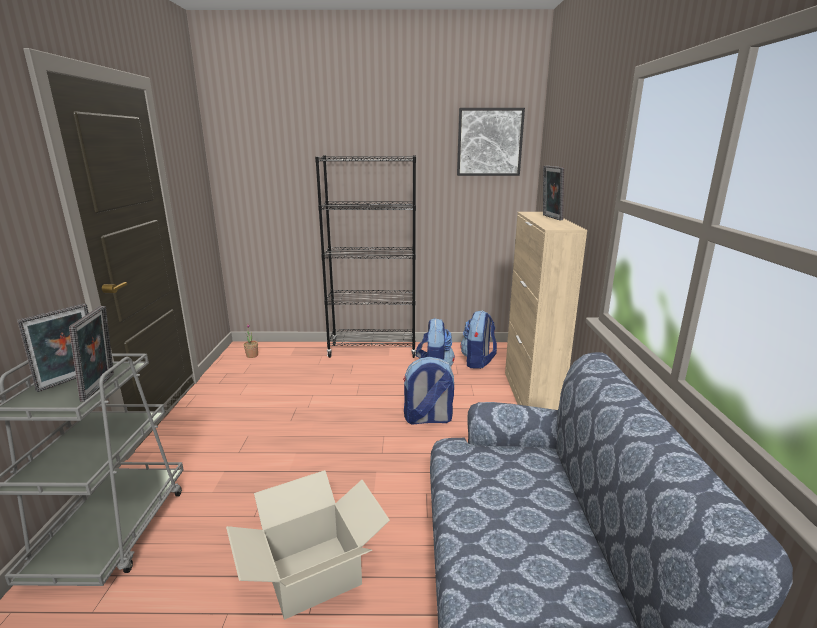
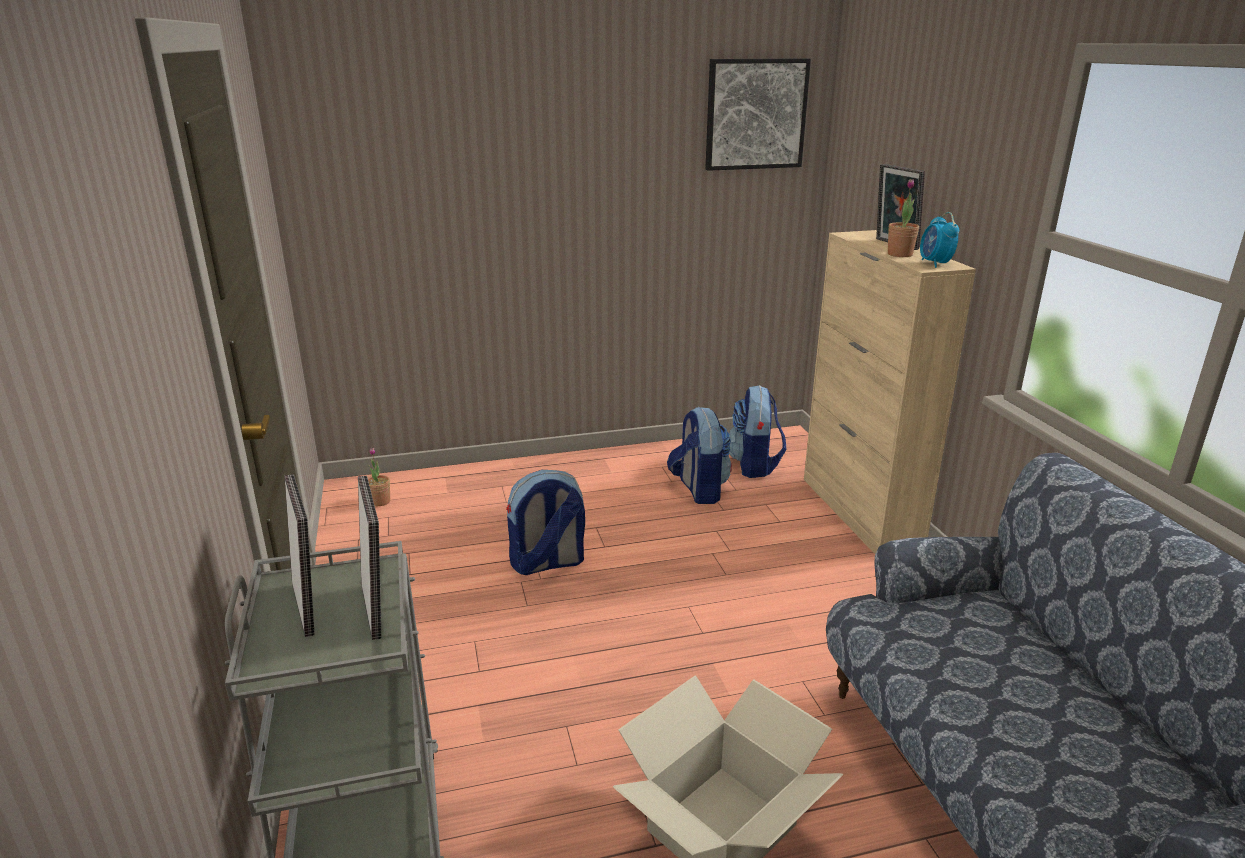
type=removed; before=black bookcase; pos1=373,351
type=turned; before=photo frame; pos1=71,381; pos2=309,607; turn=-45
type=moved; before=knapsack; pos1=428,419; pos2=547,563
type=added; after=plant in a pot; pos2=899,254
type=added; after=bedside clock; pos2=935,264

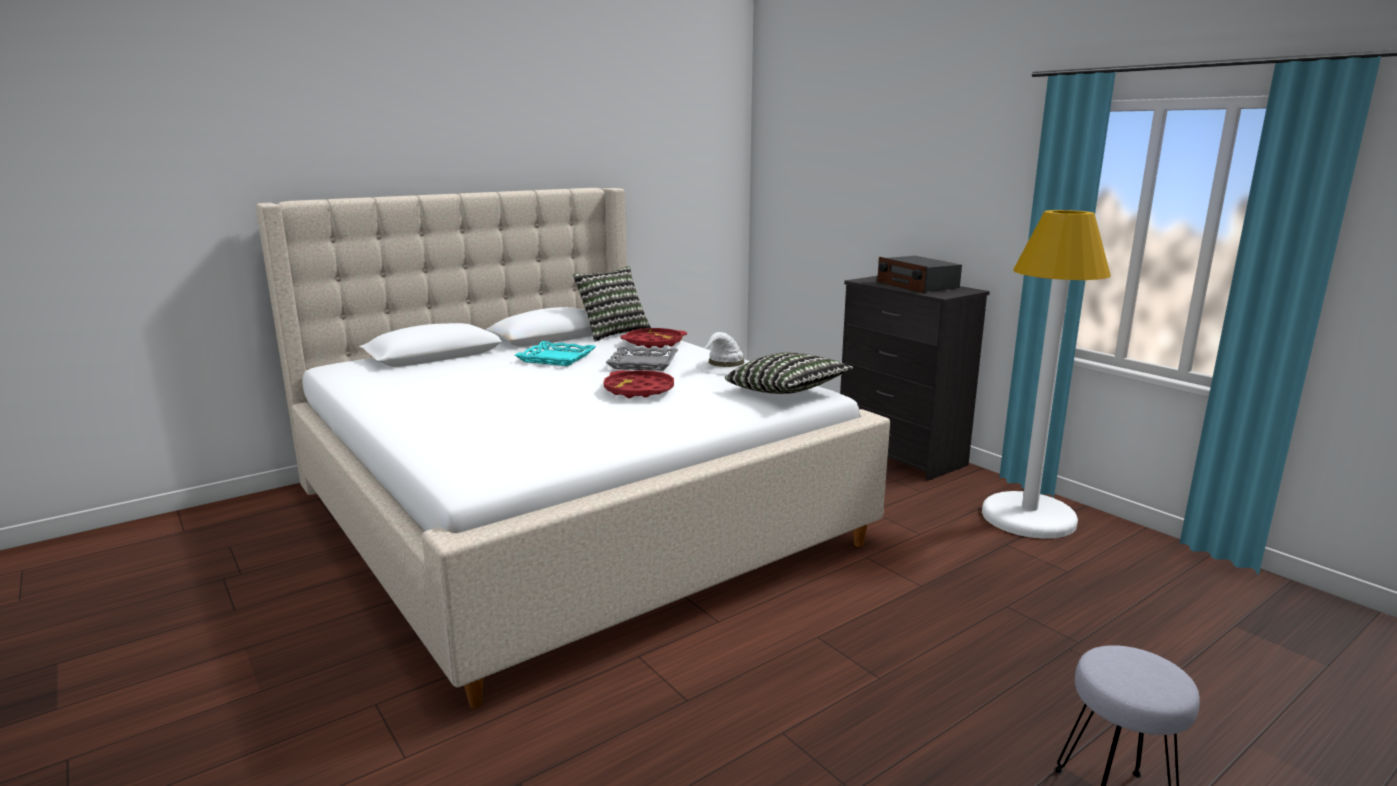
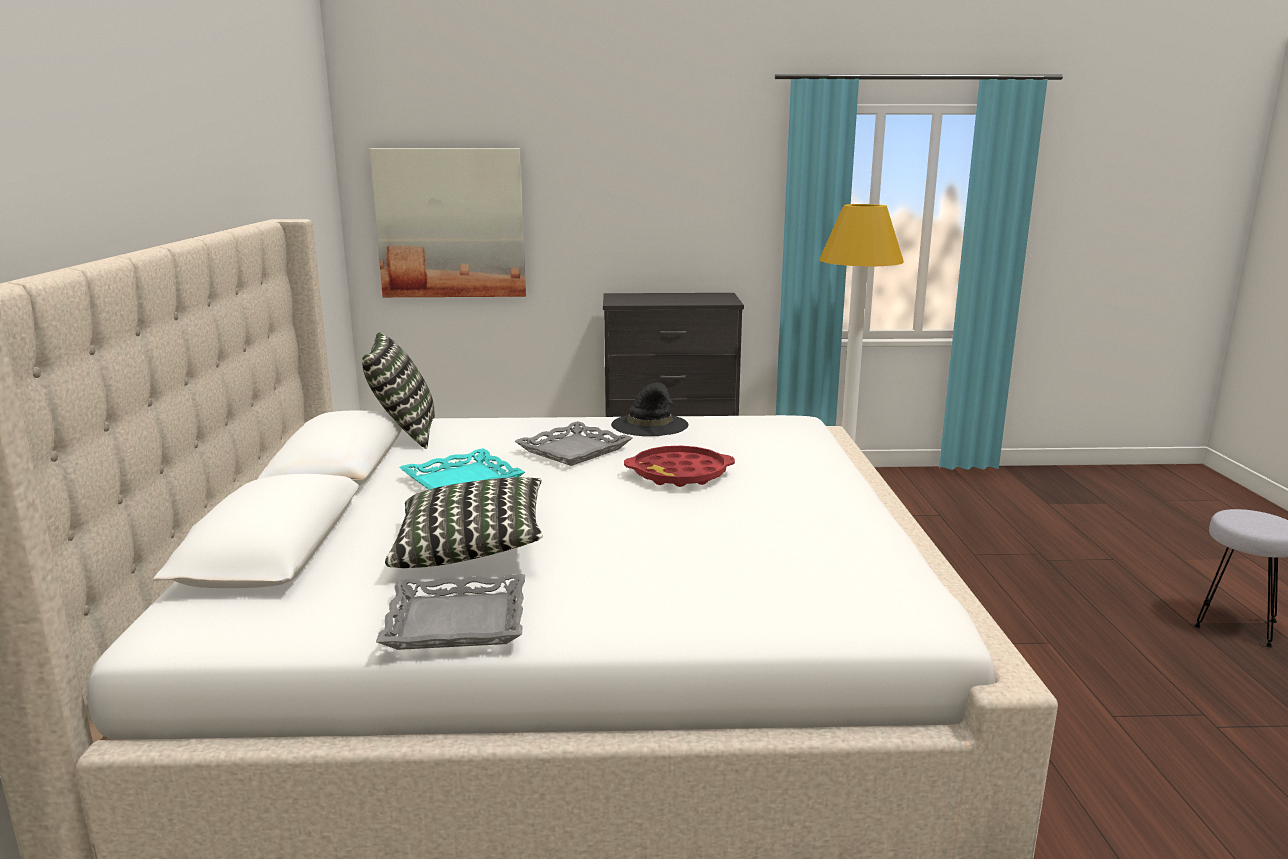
type=removed; before=radio set; pos1=917,285
type=removed; before=red carrying tray; pos1=654,343
type=recoloured; before=whitish clothing hat; after=black clothing hat; pos1=726,366; pos2=650,425
type=moved; before=pillow; pos1=787,392; pos2=471,549
type=added; after=wall art; pos2=450,223
type=added; after=greyish carrying tray; pos2=456,622

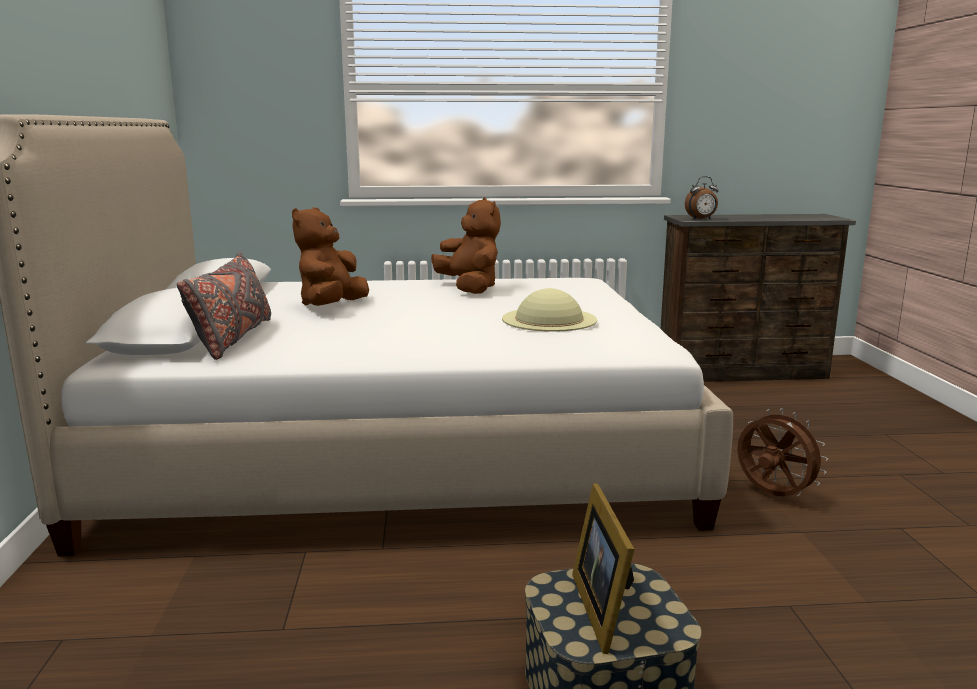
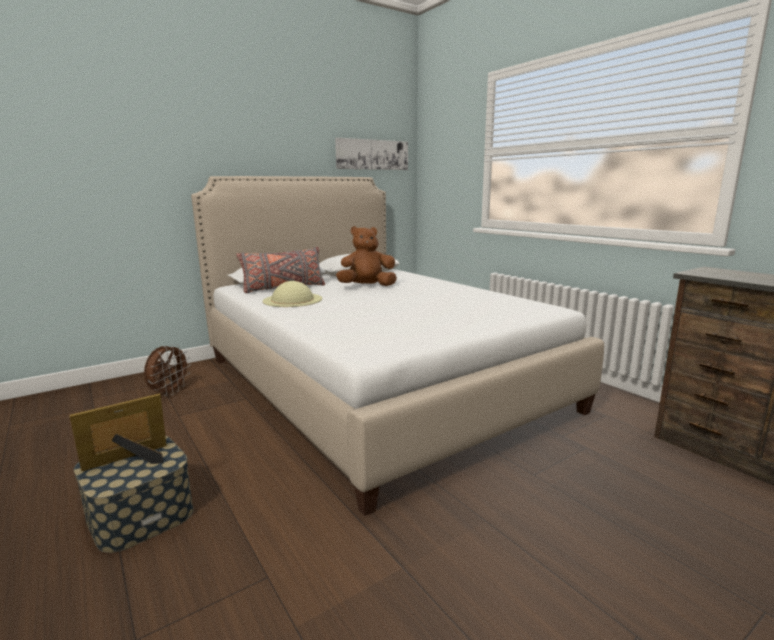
type=removed; before=bedside clock; pos1=701,219
type=removed; before=brownish soft toy; pos1=469,288
type=moved; before=sand-coloured clothing hat; pos1=549,319; pos2=293,300
type=moved; before=brownish fan; pos1=772,496; pos2=169,392
type=added; after=wall art; pos2=372,154

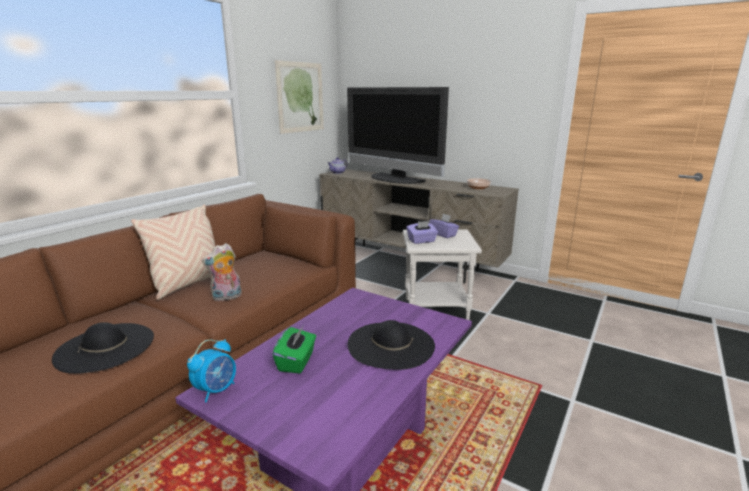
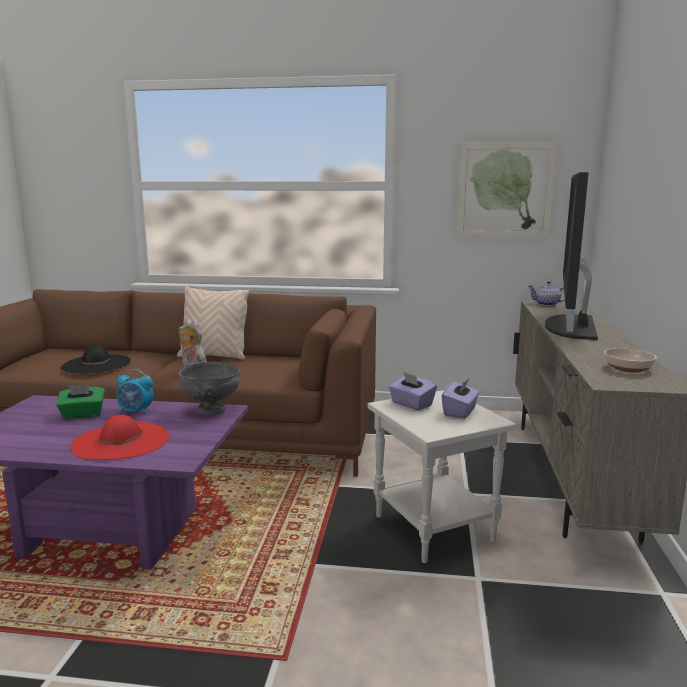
type=recoloured; before=black clothing hat; after=red clothing hat; pos1=390,344; pos2=121,441
type=moved; before=bedside clock; pos1=216,390; pos2=136,412
type=added; after=greyish deep dish; pos2=211,410

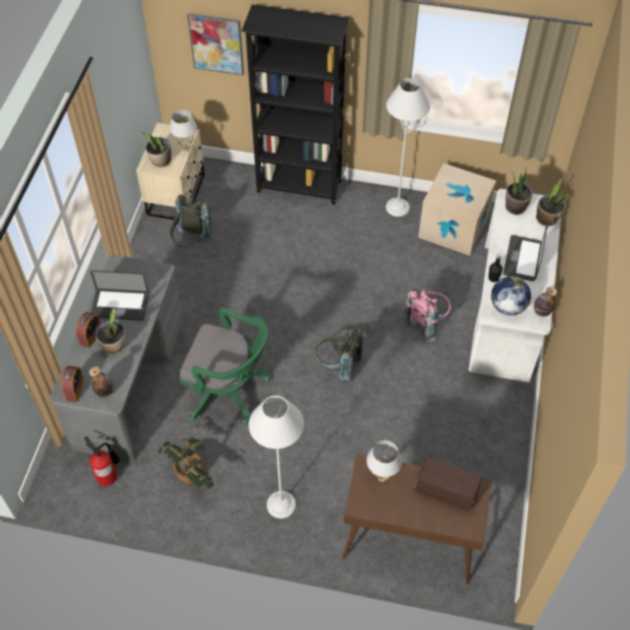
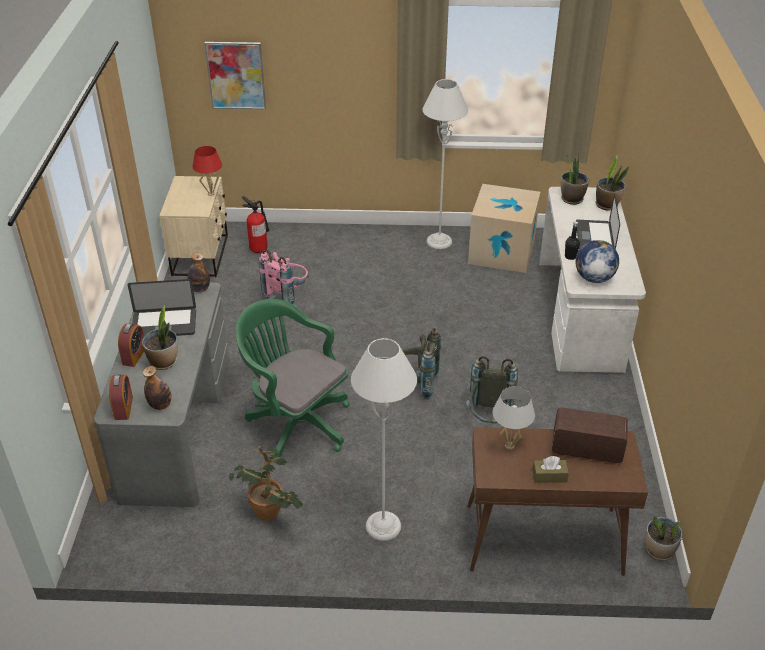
type=removed; before=black bookcase; pos1=299,187
type=recoloured; before=whitish lamp for a table; after=red lamp for a table; pos1=186,149; pos2=211,194
type=moved; before=plant in a pot; pos1=161,161; pos2=659,550
type=moved; before=greyish knapsack; pos1=191,242; pos2=489,420
type=moved; before=drink bottle; pos1=541,312; pos2=200,289
type=moved; before=pink knapsack; pos1=427,322; pos2=288,296
type=turned; before=green-coloured computer chair; pos1=228,390; pos2=295,422; turn=-150
type=moved; before=extinguisher; pos1=109,475; pos2=259,248
type=added; after=brownish tissue holder; pos2=549,476

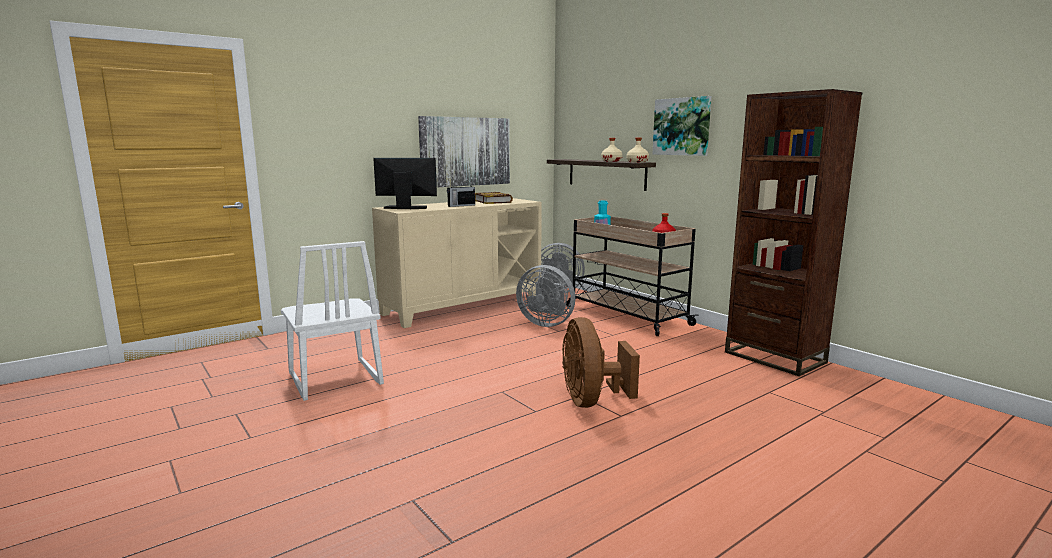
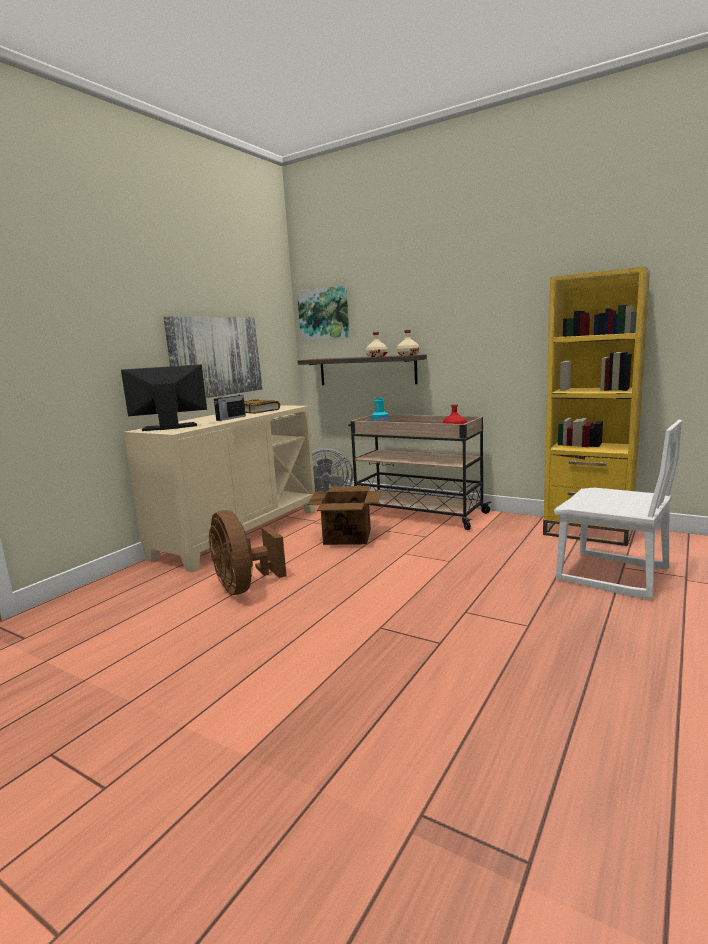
type=recoloured; before=brownish bookcase; after=yellow bookcase; pos1=774,357; pos2=588,531
type=moved; before=wall art; pos1=682,126; pos2=324,314
type=moved; before=whitish upright chair; pos1=334,380; pos2=612,575
type=replaced; before=greyish fan; after=packing box; pos1=546,323; pos2=348,536
type=moved; before=brownish fan; pos1=591,401; pos2=244,587

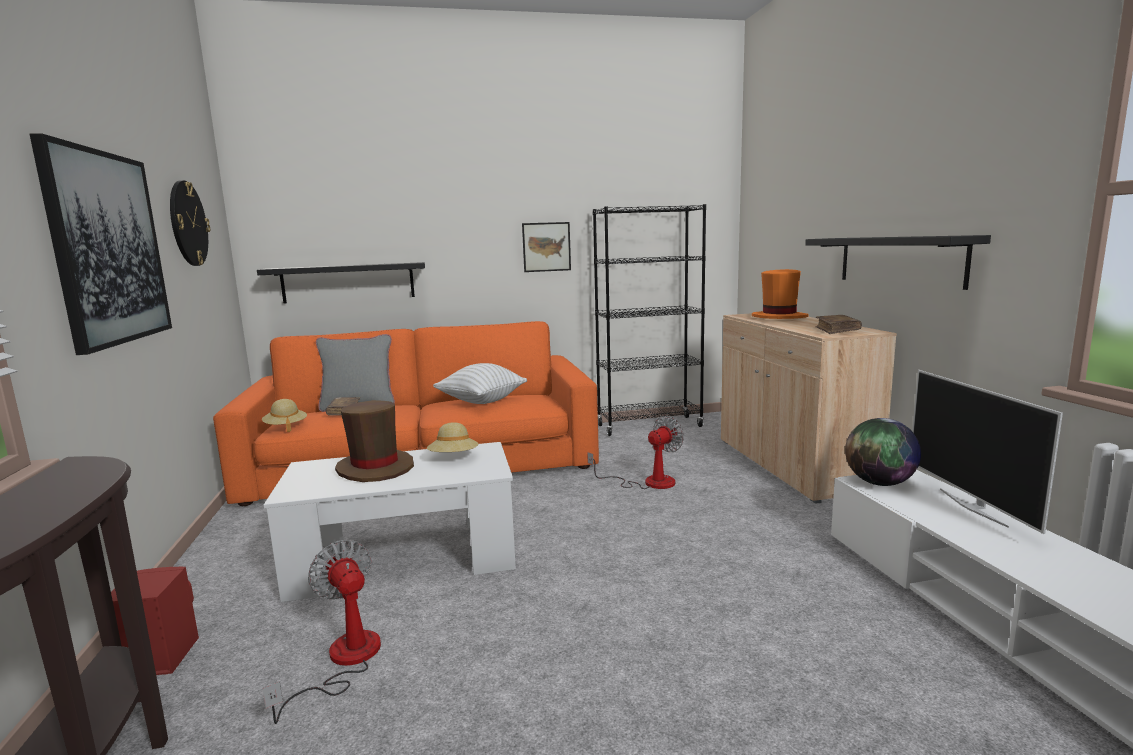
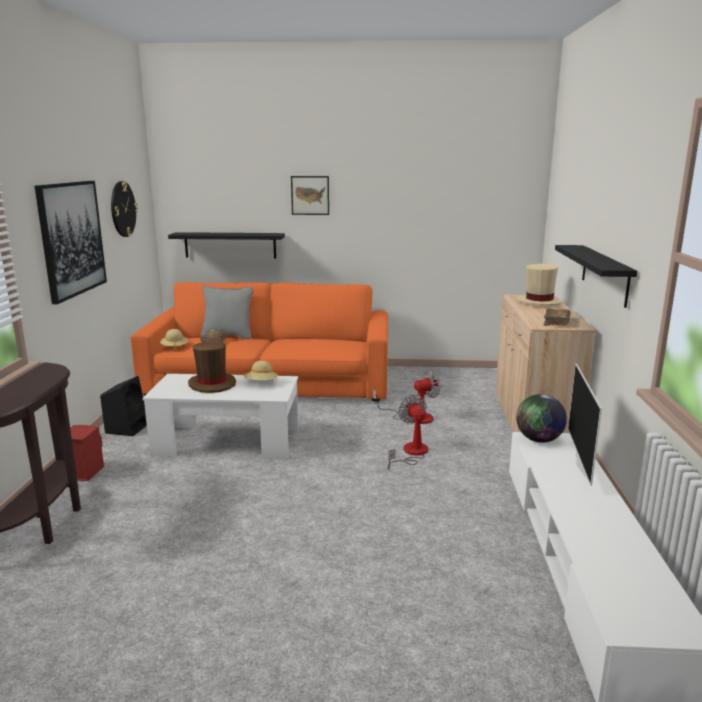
type=removed; before=black bookcase; pos1=649,426
type=moved; before=wall art; pos1=546,247; pos2=310,195
type=recoloured; before=orange clothing hat; after=sand-coloured clothing hat; pos1=779,317; pos2=539,302
type=removed; before=whitish pillow; pos1=481,401
type=moved; before=fan; pos1=343,661; pos2=411,453
type=added; after=black speaker; pos2=127,428

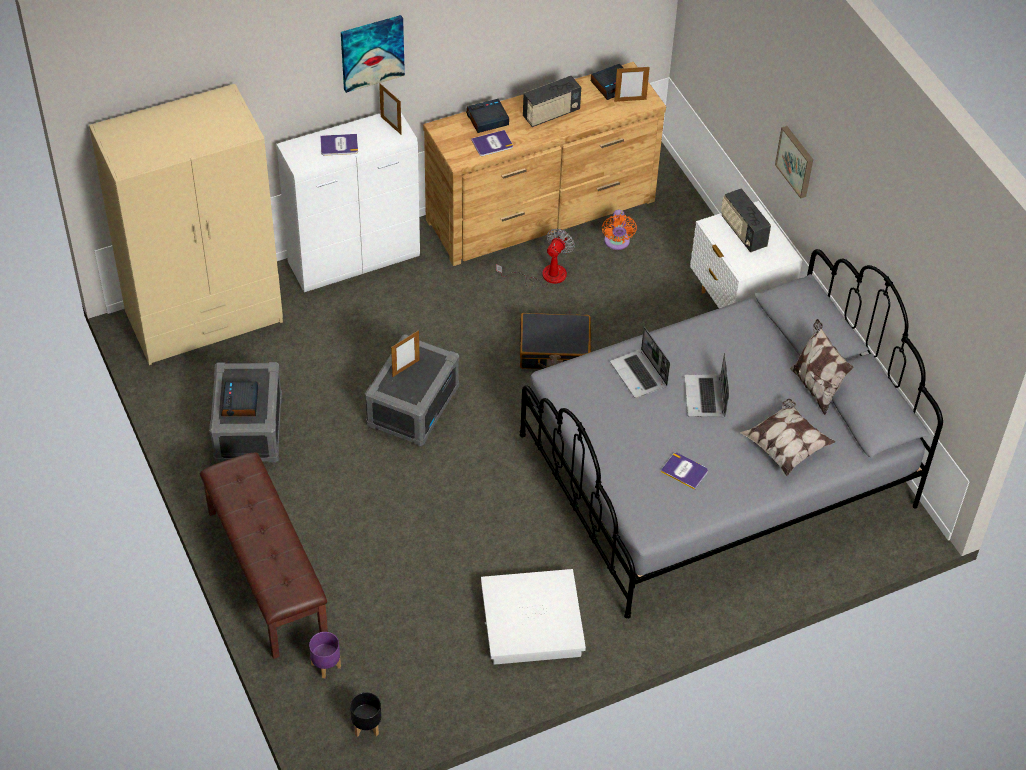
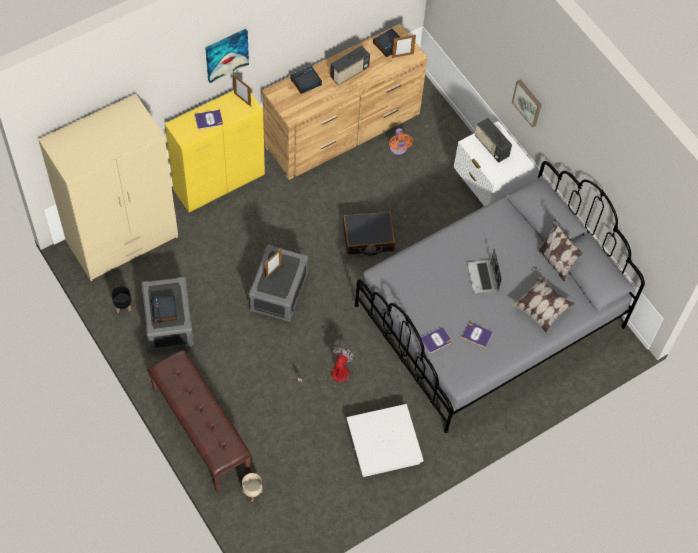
type=recoloured; before=whitish storage cabinet; after=yellow storage cabinet; pos1=355,260; pos2=220,183
type=moved; before=book; pos1=492,144; pos2=436,340
type=moved; before=fan; pos1=544,275; pos2=333,375
type=removed; before=notebook computer; pos1=639,375
type=recoloured; before=purplish planter; after=sand-coloured planter; pos1=325,665; pos2=252,492
type=moved; before=black planter; pos1=366,726; pos2=123,306

